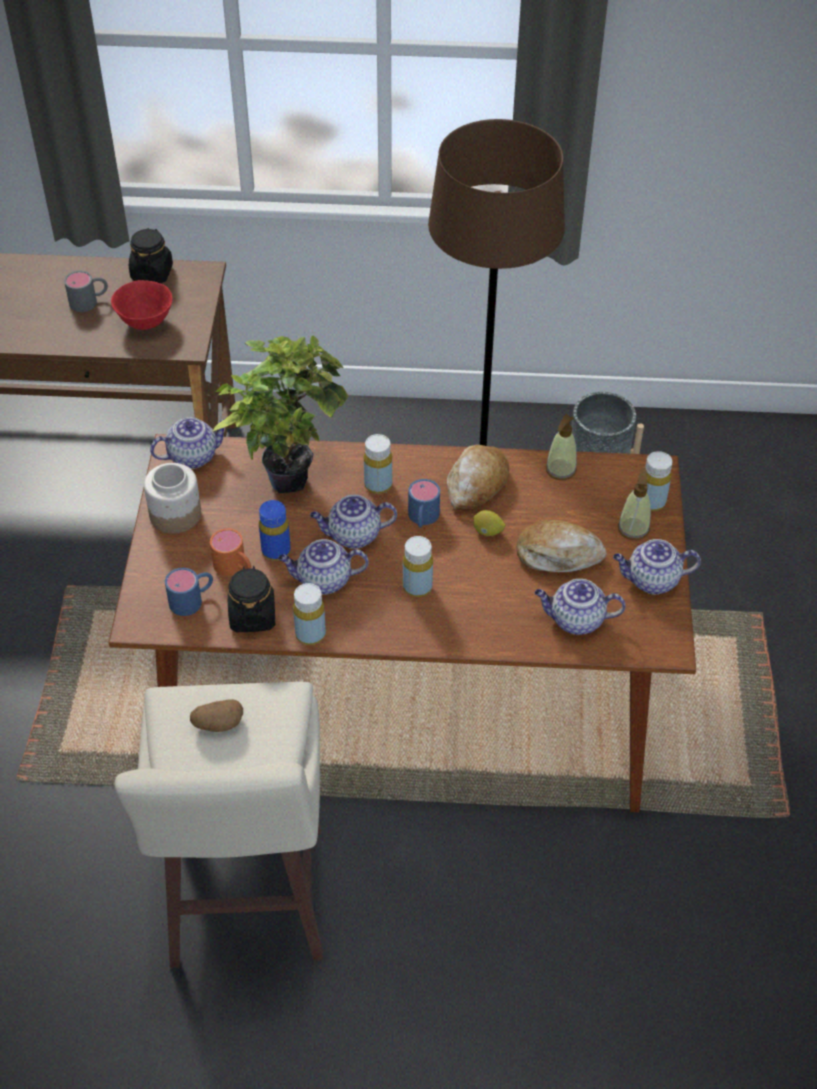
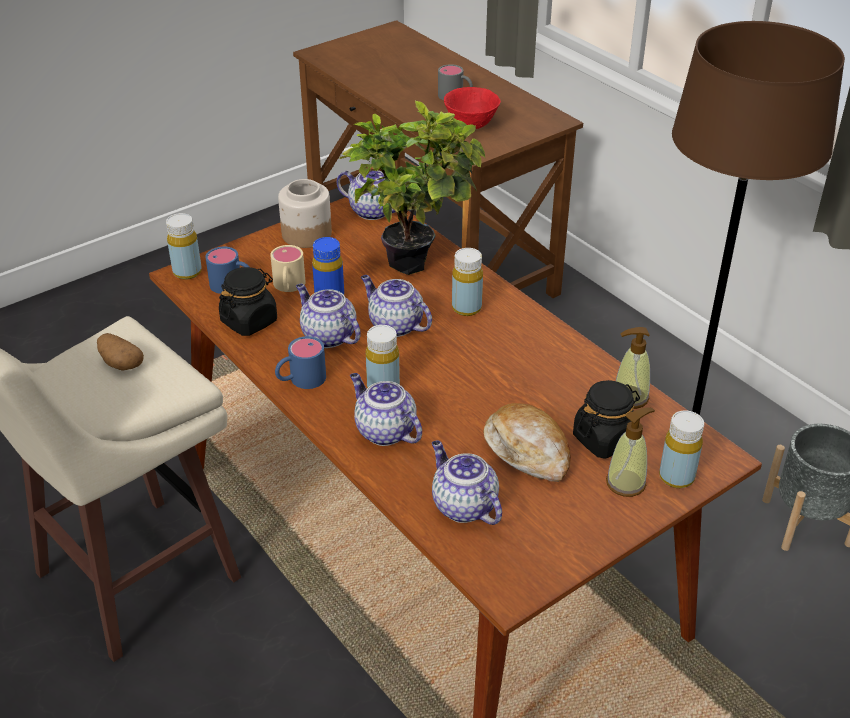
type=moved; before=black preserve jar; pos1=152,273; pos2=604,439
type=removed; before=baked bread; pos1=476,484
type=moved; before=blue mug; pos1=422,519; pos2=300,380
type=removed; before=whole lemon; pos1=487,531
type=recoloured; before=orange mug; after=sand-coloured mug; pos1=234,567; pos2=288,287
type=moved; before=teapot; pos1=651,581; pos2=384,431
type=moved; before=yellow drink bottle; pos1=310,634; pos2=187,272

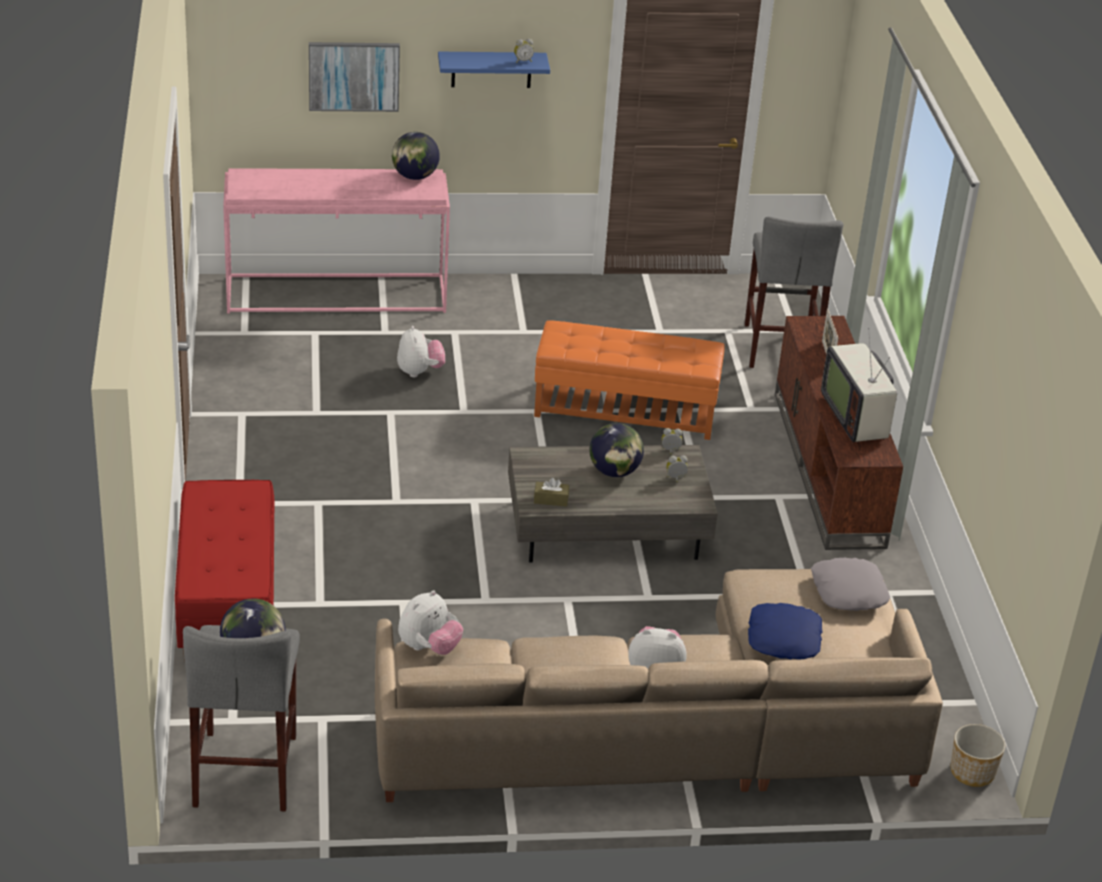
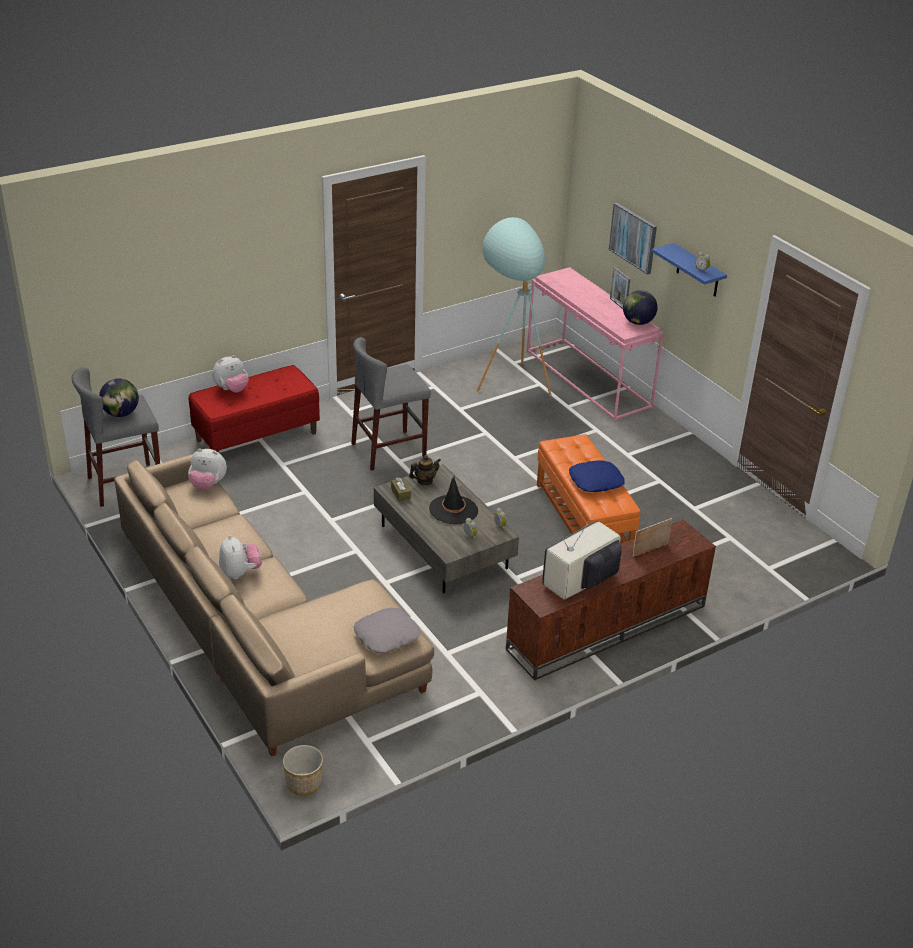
type=moved; before=greyish sitting stool; pos1=781,347; pos2=389,450
type=moved; before=soft toy; pos1=419,372; pos2=232,389
type=replaced; before=world globe; after=black clothing hat; pos1=614,472; pos2=453,510
type=moved; before=blue pillow; pos1=783,638; pos2=595,481
type=added; after=blue-green standing lamp; pos2=511,376
type=added; after=photo frame; pos2=618,304
type=added; after=teapot; pos2=424,481

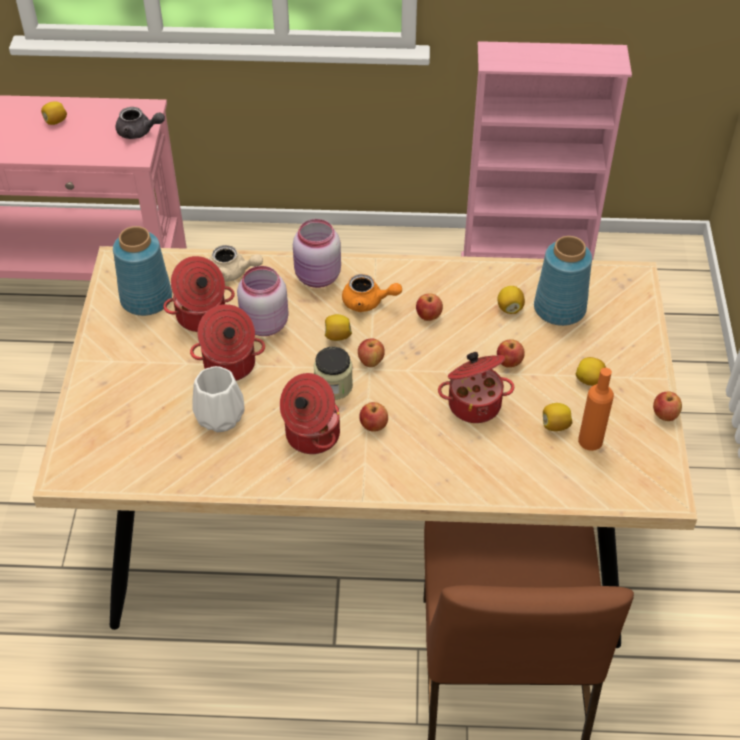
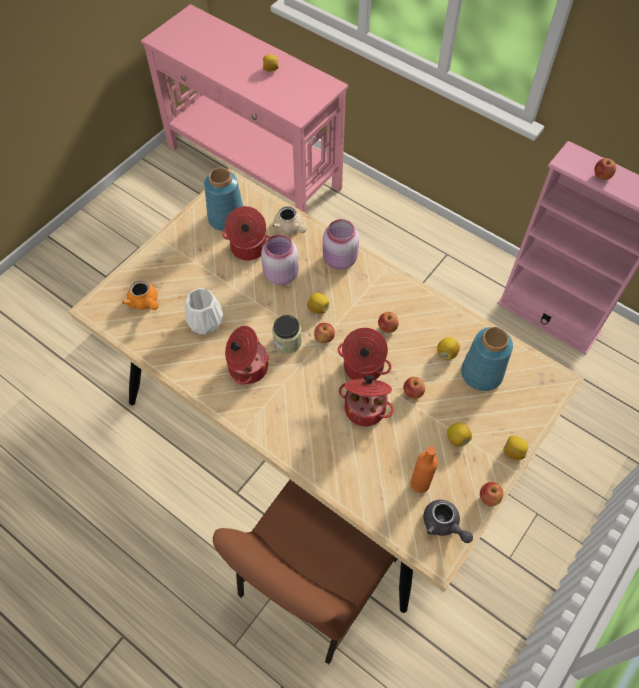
type=moved; before=greyish teapot; pos1=139,132; pos2=444,525
type=moved; before=orange teapot; pos1=368,302; pos2=145,303
type=moved; before=cooking pot; pos1=229,365; pos2=362,368
type=moved; before=whole apple; pos1=373,426; pos2=601,176
type=moved; before=whole lemon; pos1=555,425; pos2=513,452

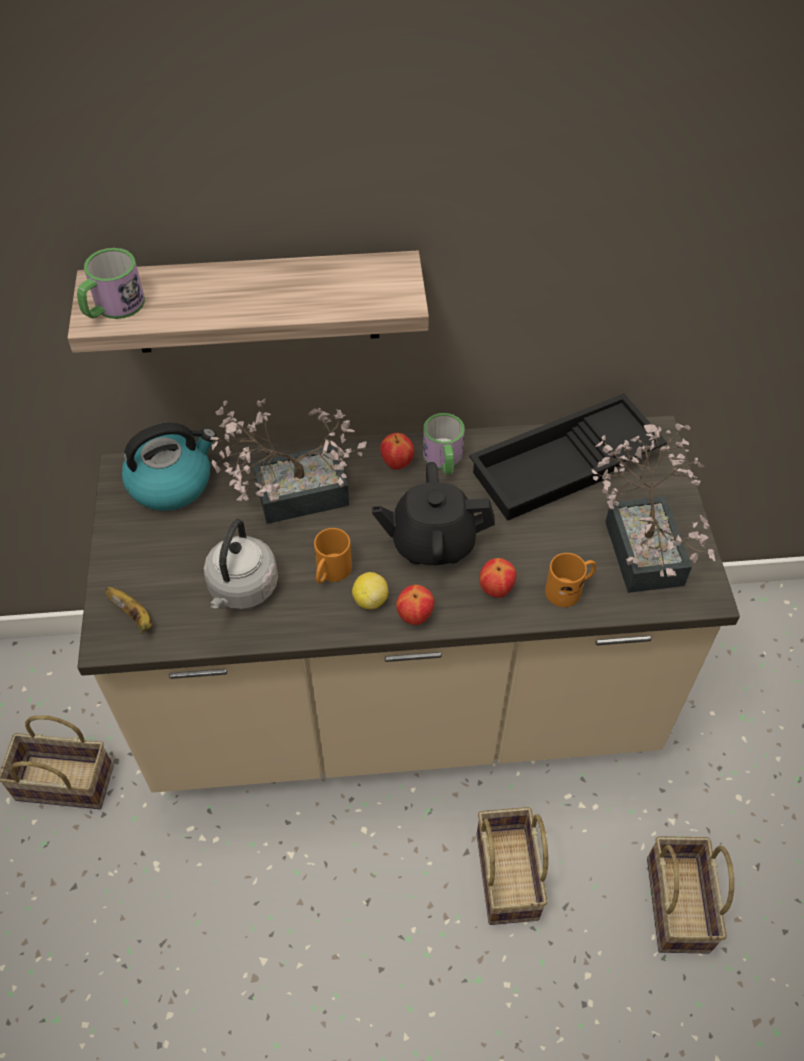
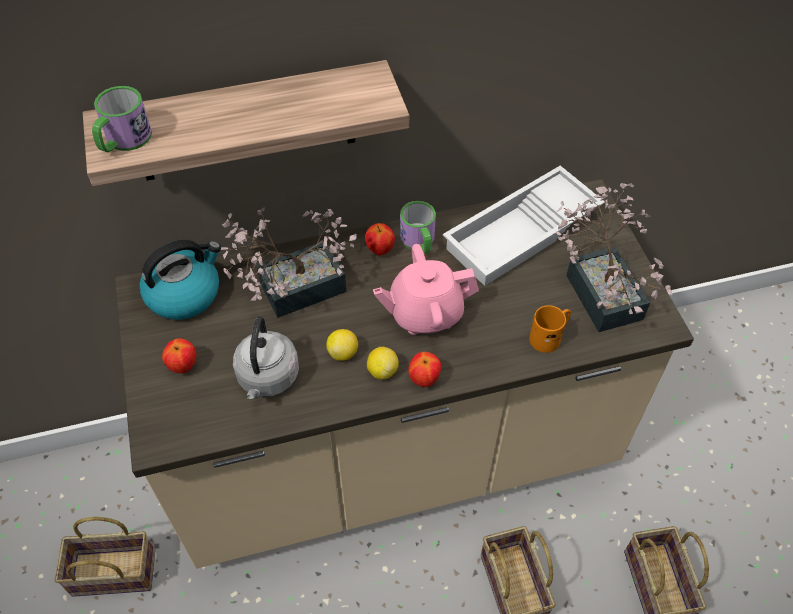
type=recoloured; before=black carrying tray; after=whitish carrying tray; pos1=565,467; pos2=522,234
type=recoloured; before=black teapot; after=pink teapot; pos1=432,542; pos2=425,313
type=replaced; before=orange mug; after=whole lemon; pos1=331,573; pos2=343,353
type=moved; before=whole apple; pos1=496,589; pos2=183,366
type=removed; before=banana; pos1=134,616

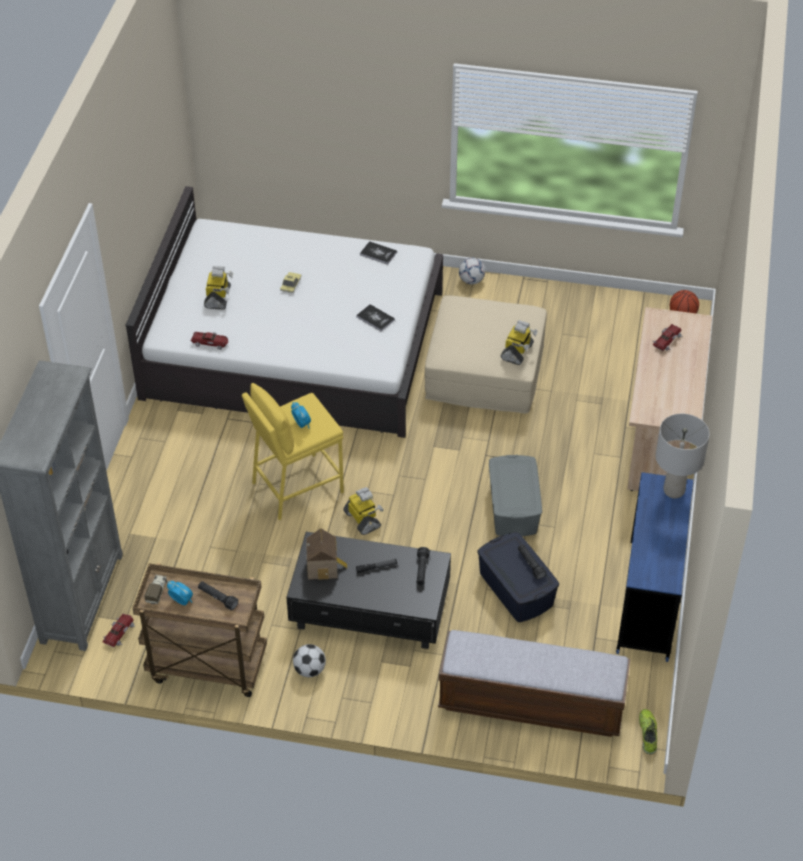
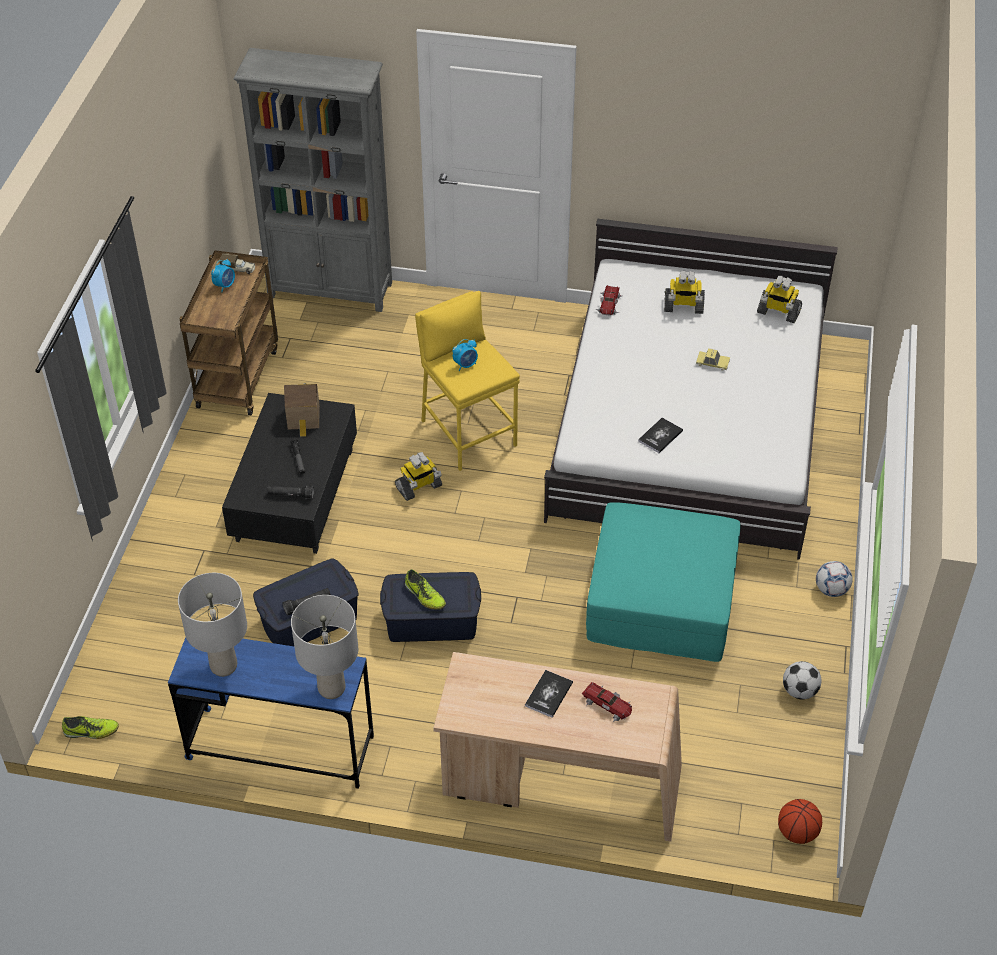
type=moved; before=book; pos1=378,253; pos2=549,694
type=recoloured; before=sand-coloured pouffe; after=blue-green pouffe; pos1=484,371; pos2=661,599
type=moved; before=robot figure; pos1=517,352; pos2=778,312
type=recoloured; before=greyish storage container; after=blue storage container; pos1=513,508; pos2=431,620
type=removed; before=black torch; pos1=217,598
type=removed; before=toy car; pos1=119,632
type=removed; before=indoor bench; pos1=531,703
type=moved; before=football; pos1=309,670; pos2=799,691
type=added; after=low shoe; pos2=424,596
type=added; after=greyish lamp for a table; pos2=224,666

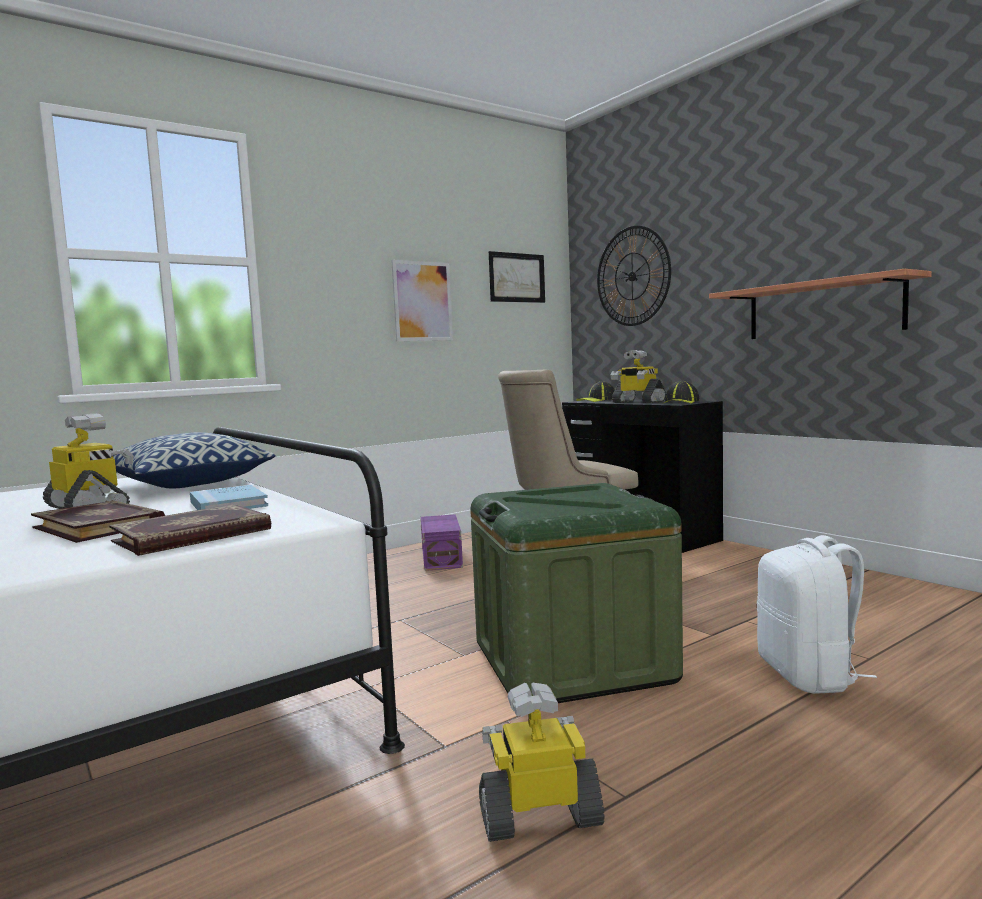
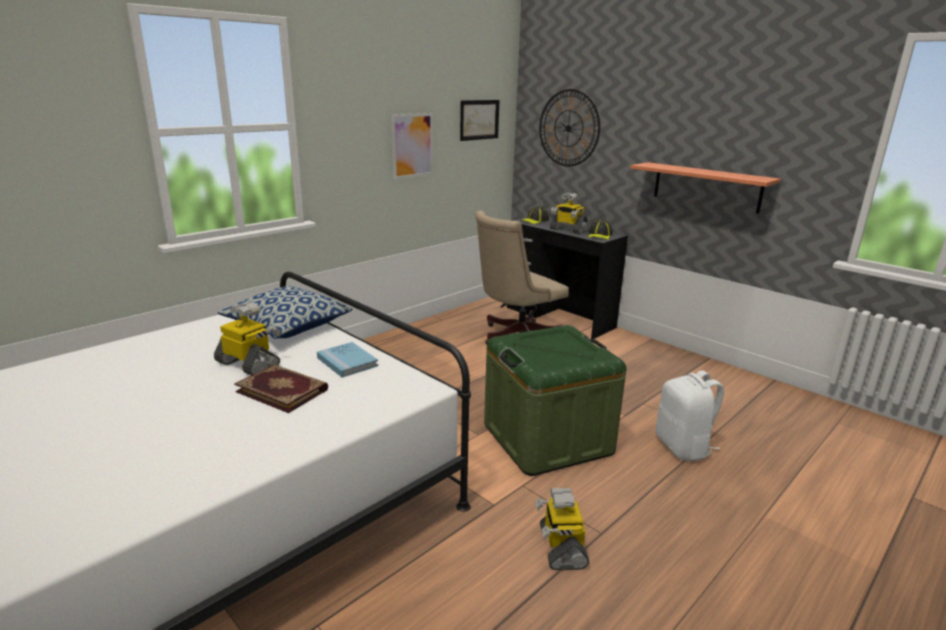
type=removed; before=book; pos1=193,536
type=removed; before=purplish storage container; pos1=442,558
type=turned; before=robot figure; pos1=540,815; pos2=561,547; turn=-75

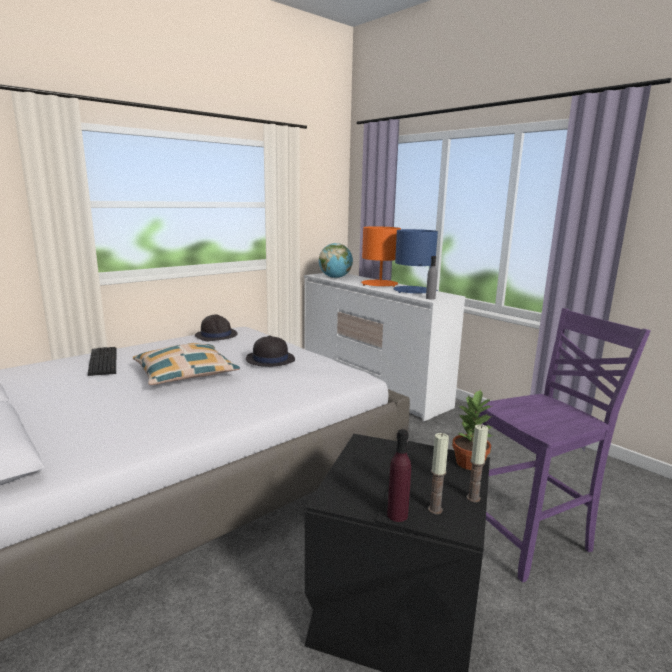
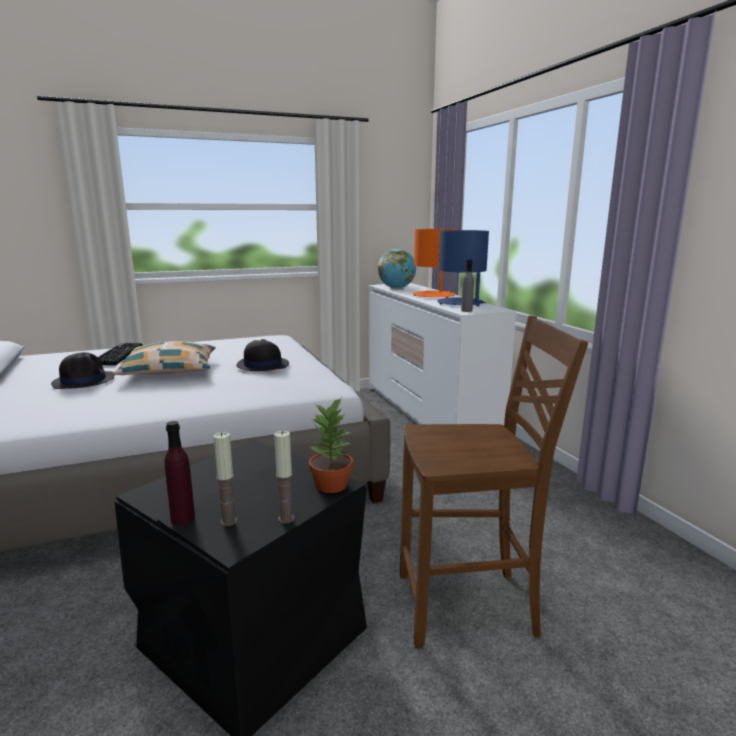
type=recoloured; before=purplish upright chair; after=brownish upright chair; pos1=531,540; pos2=469,606
type=moved; before=black clothing hat; pos1=216,335; pos2=84,381

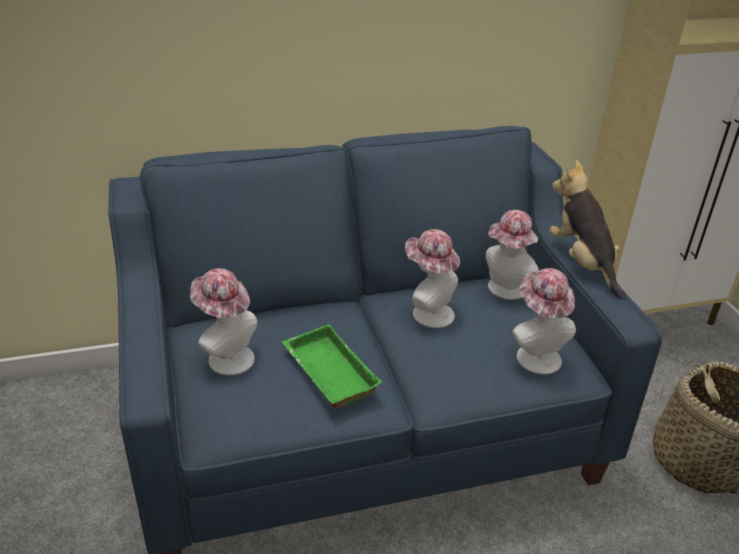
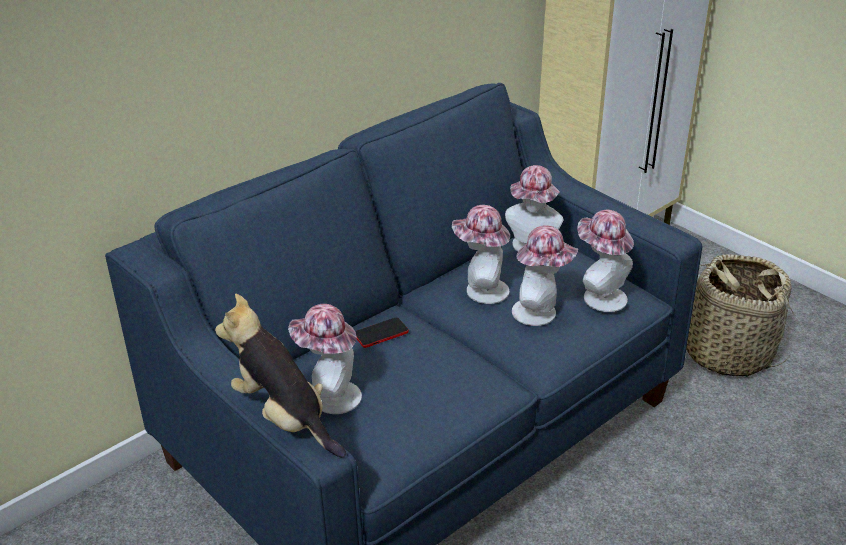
type=moved; before=soft toy; pos1=582,263; pos2=284,417
type=removed; before=green-coloured carrying tray; pos1=326,372
type=added; after=clothing hat; pos2=540,313
type=added; after=phone; pos2=381,333

